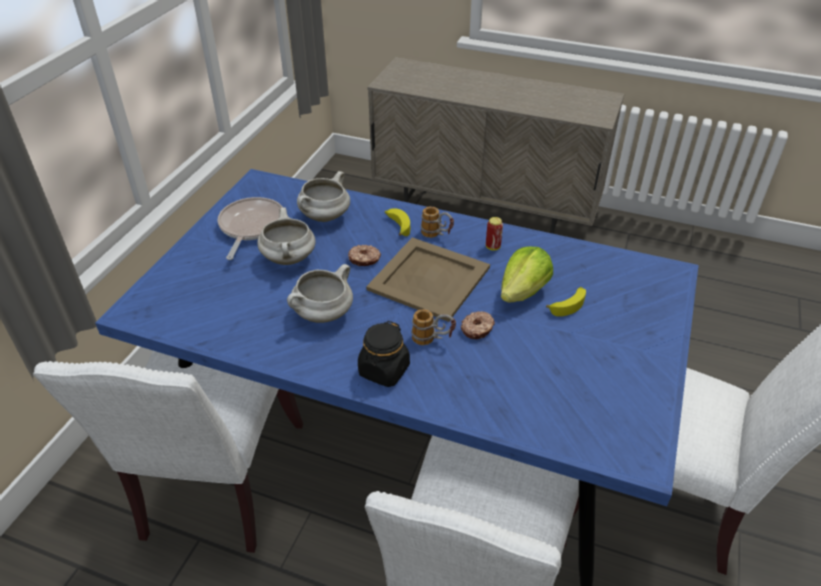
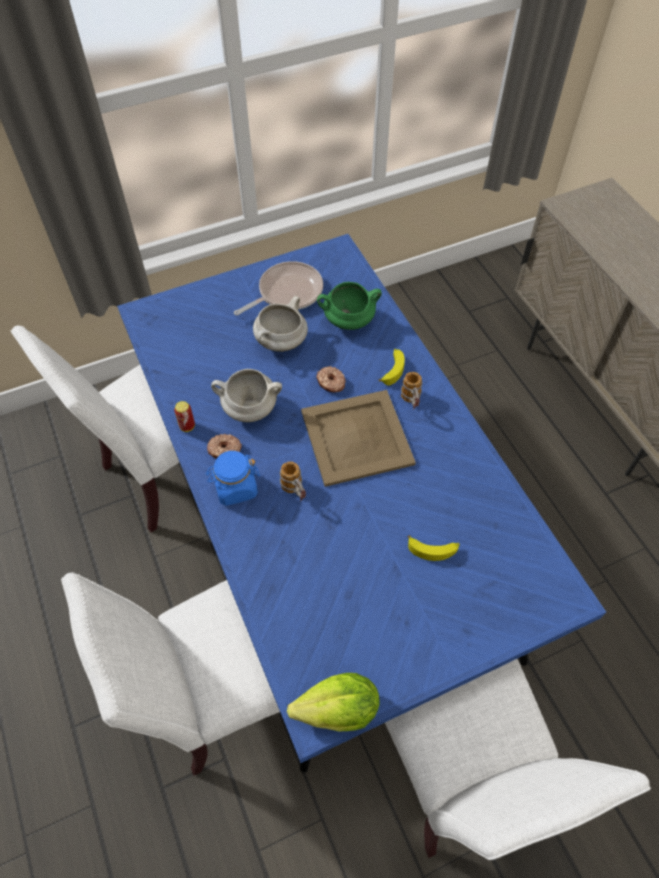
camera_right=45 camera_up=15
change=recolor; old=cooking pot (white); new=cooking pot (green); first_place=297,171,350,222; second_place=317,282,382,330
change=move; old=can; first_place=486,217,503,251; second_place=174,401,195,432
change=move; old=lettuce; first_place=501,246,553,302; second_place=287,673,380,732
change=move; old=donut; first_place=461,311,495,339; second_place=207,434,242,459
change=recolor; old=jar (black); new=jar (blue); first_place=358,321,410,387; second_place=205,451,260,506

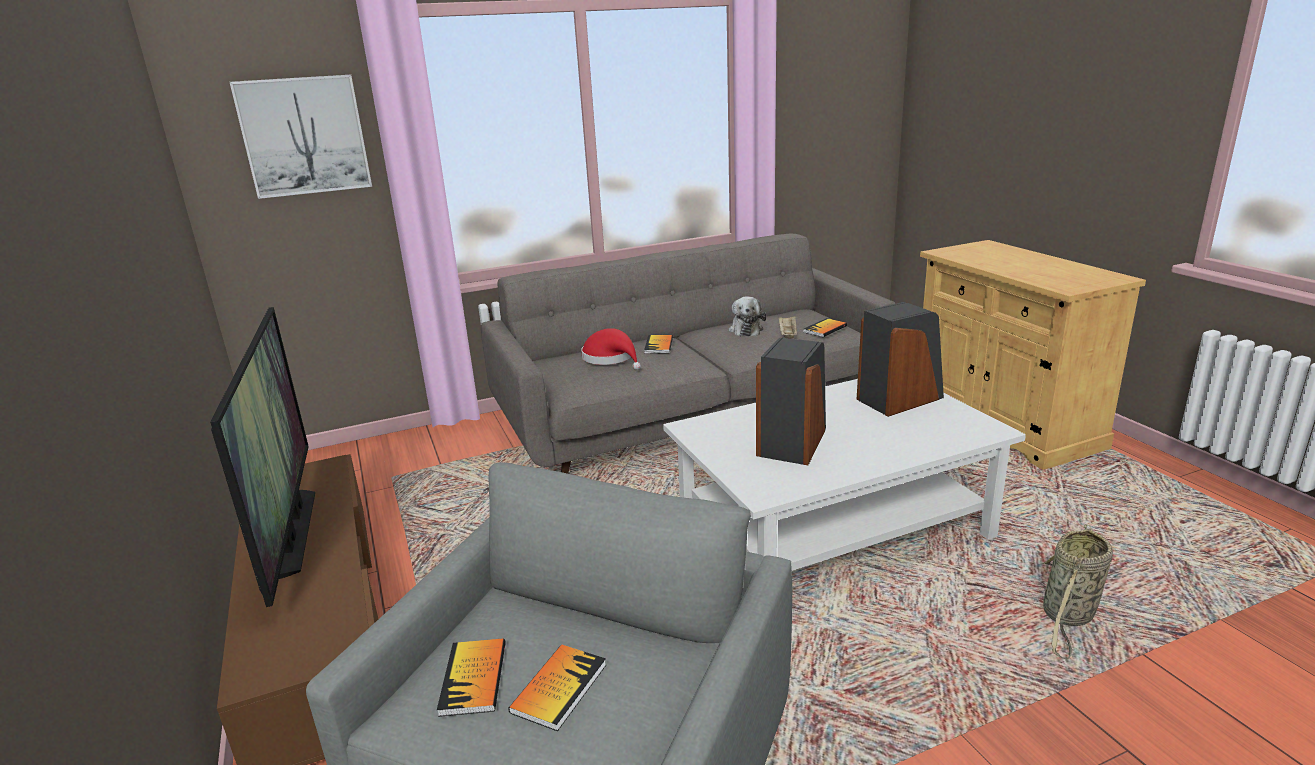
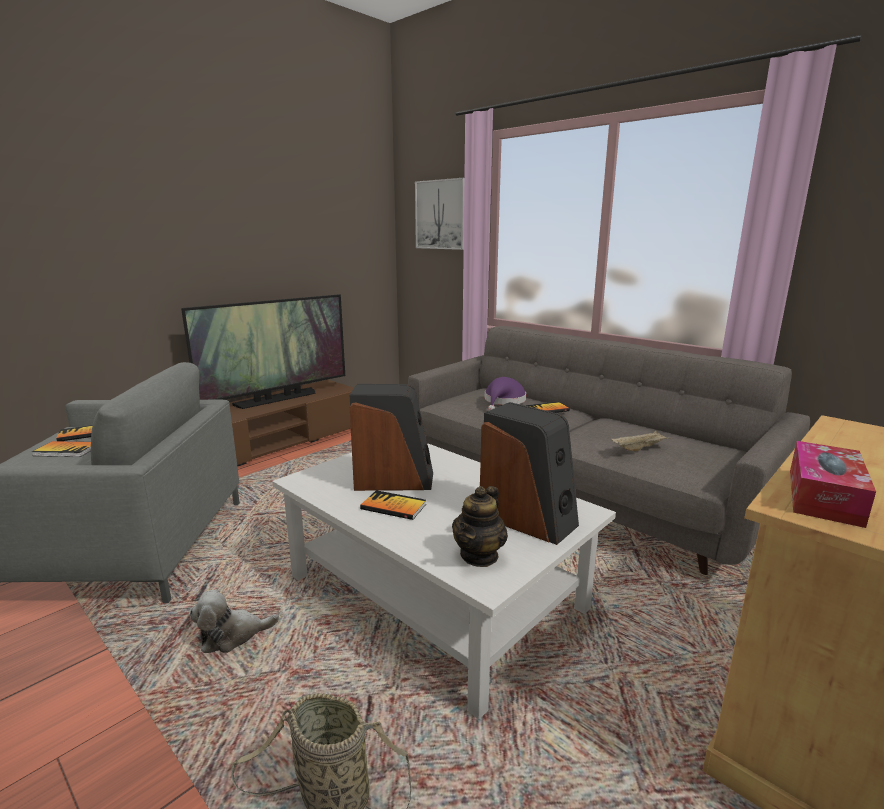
camera_right=65 camera_up=-5
change=move; old=plush toy; first_place=728,296,766,337; second_place=190,590,279,653
change=move; old=book; first_place=803,318,847,337; second_place=360,490,426,520
change=recolor; old=hat (red); new=hat (purple); first_place=581,328,641,370; second_place=485,377,526,411
change=insert; new=tissue box; second_place=790,441,876,528
change=insert; new=teapot; second_place=452,486,508,567

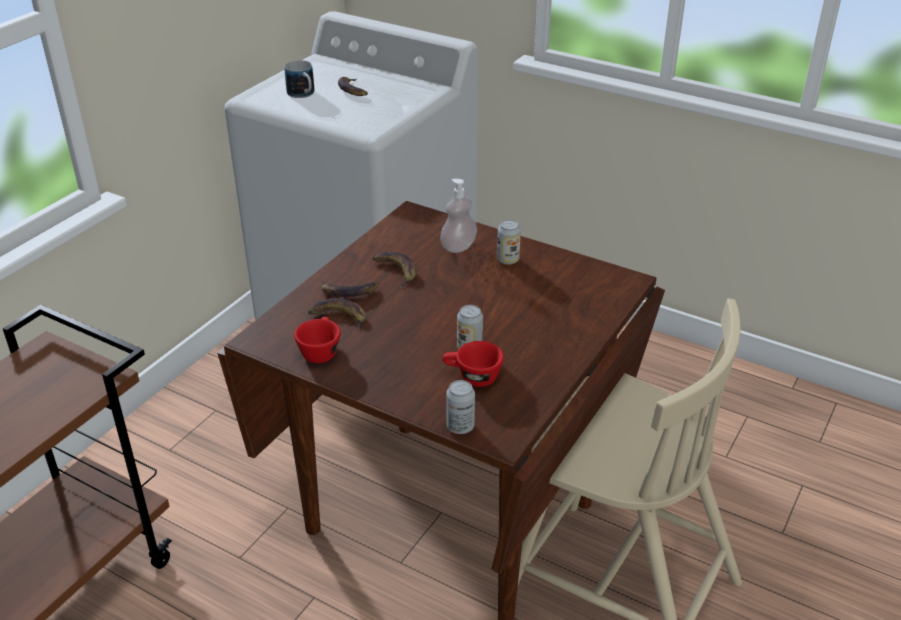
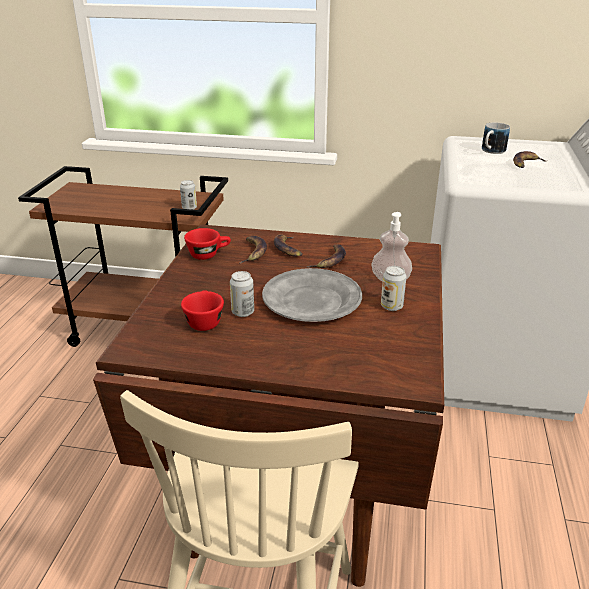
camera_right=70 camera_up=-5
change=move; old=can; first_place=446,380,475,434; second_place=180,180,197,210
change=insert; new=plate (grey); second_place=262,268,362,322

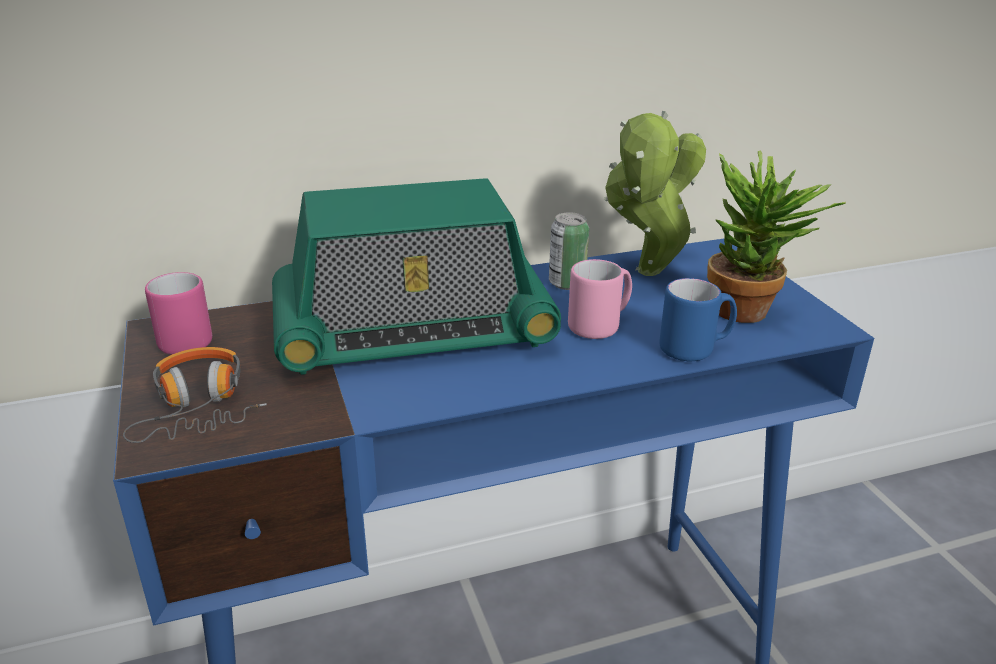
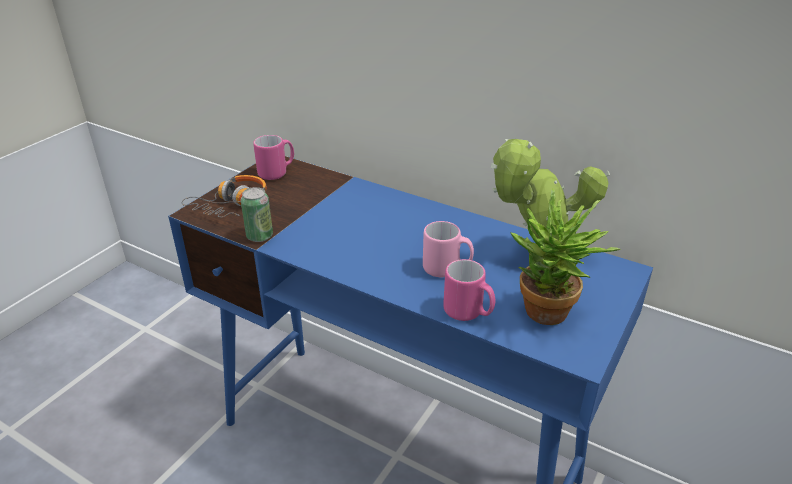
camera_right=50 camera_up=5
change=delete; old=radio; first_place=272,178,561,375
change=move; old=can; first_place=549,212,589,290; second_place=241,187,273,242
change=recolor; old=mug (blue); new=mug (pink); first_place=659,278,737,361; second_place=443,259,495,321

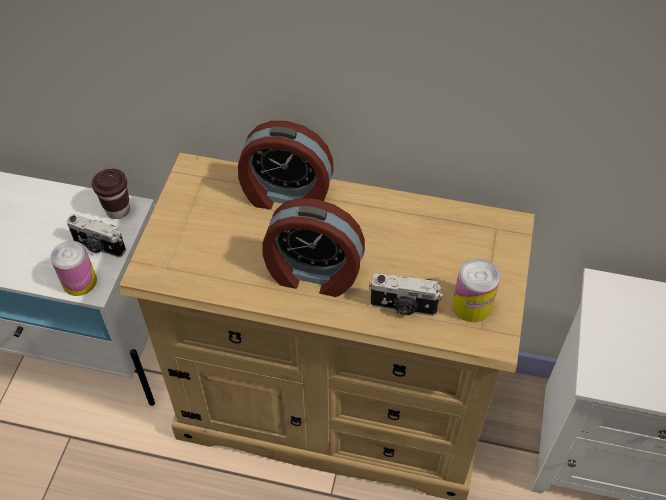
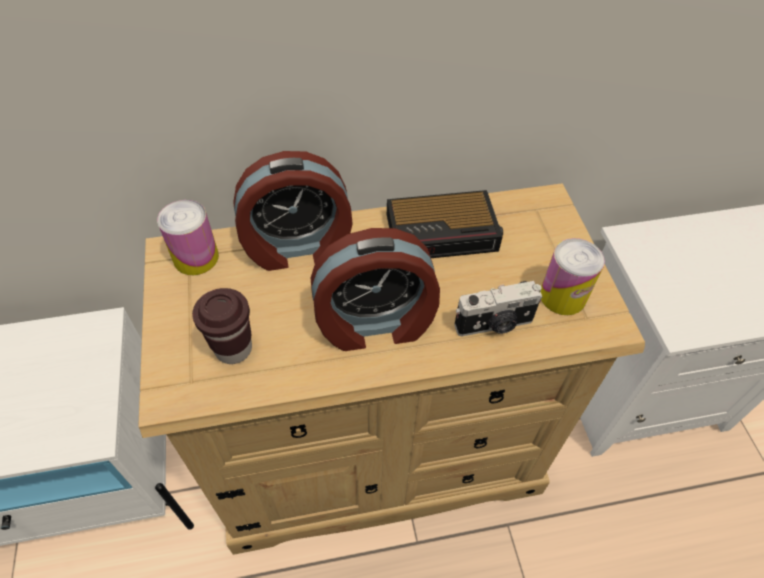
camera_right=-25 camera_up=0
change=move; old=cup (brown); first_place=92,168,130,219; second_place=192,288,252,364
change=delete; old=photo camera; first_place=66,214,126,258
change=move; old=can; first_place=50,241,97,296; second_place=157,200,219,275
change=insert; new=alarm clock; second_place=387,190,503,258

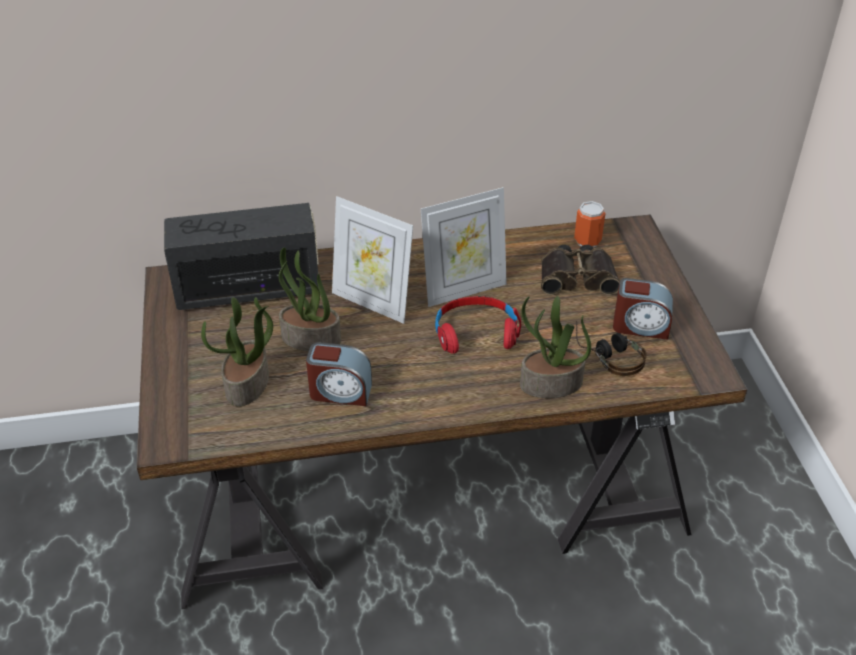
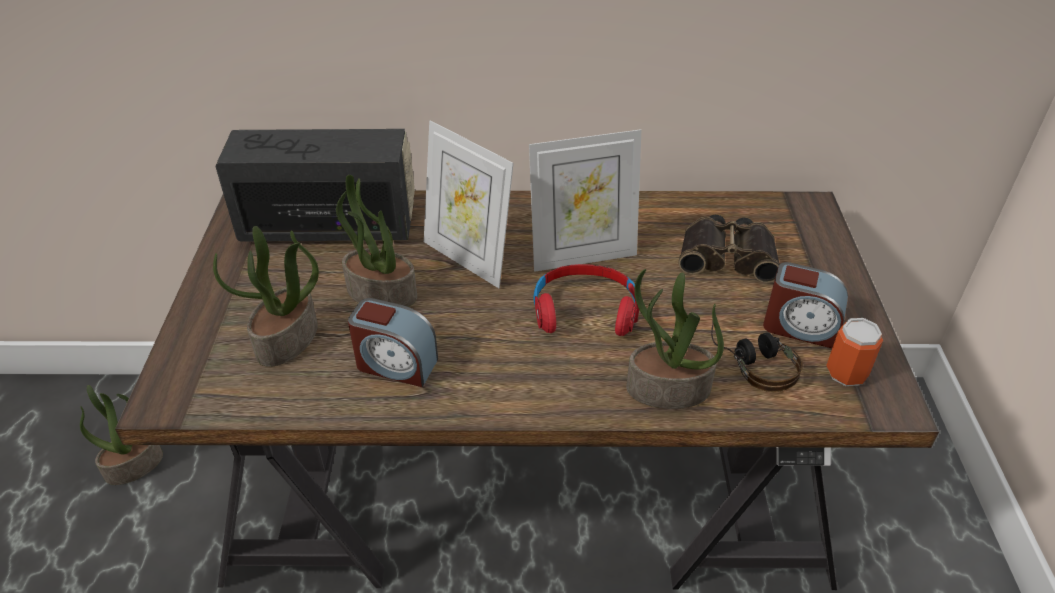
camera_right=10 camera_up=0
change=move; old=can; first_place=574,201,605,247; second_place=826,318,883,386
change=insert; new=potted plant; second_place=80,385,163,485

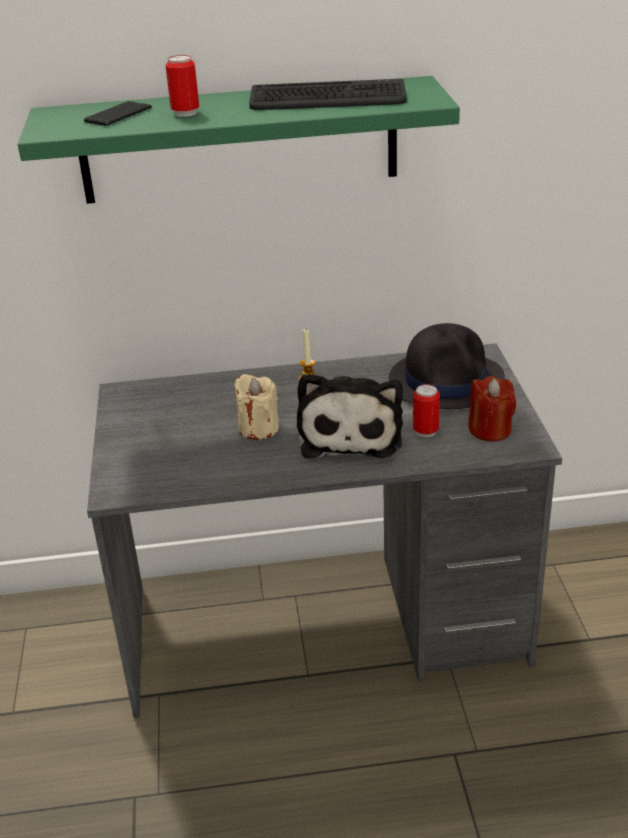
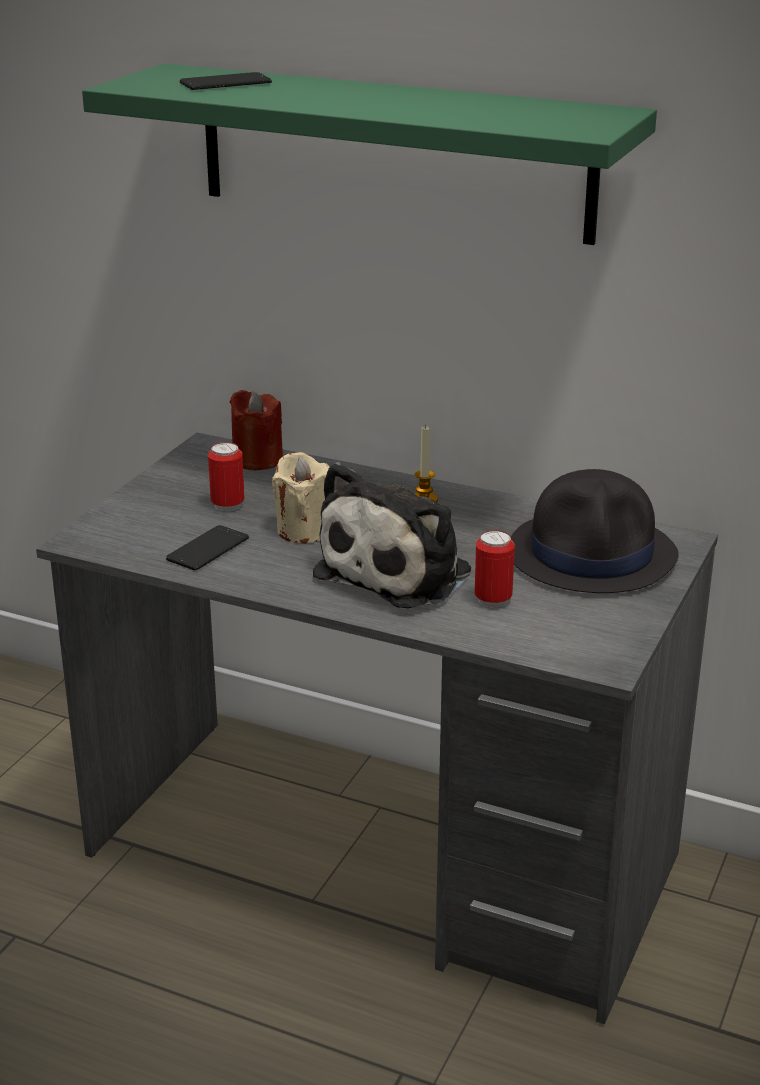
camera_right=30 camera_up=-5
change=move; old=can; first_place=166,55,199,117; second_place=208,442,245,512
change=delete; old=keyboard; first_place=249,79,406,110
change=move; old=candle (red); first_place=468,376,516,441; second_place=230,390,283,470
change=insert; new=phone; second_place=166,525,249,571

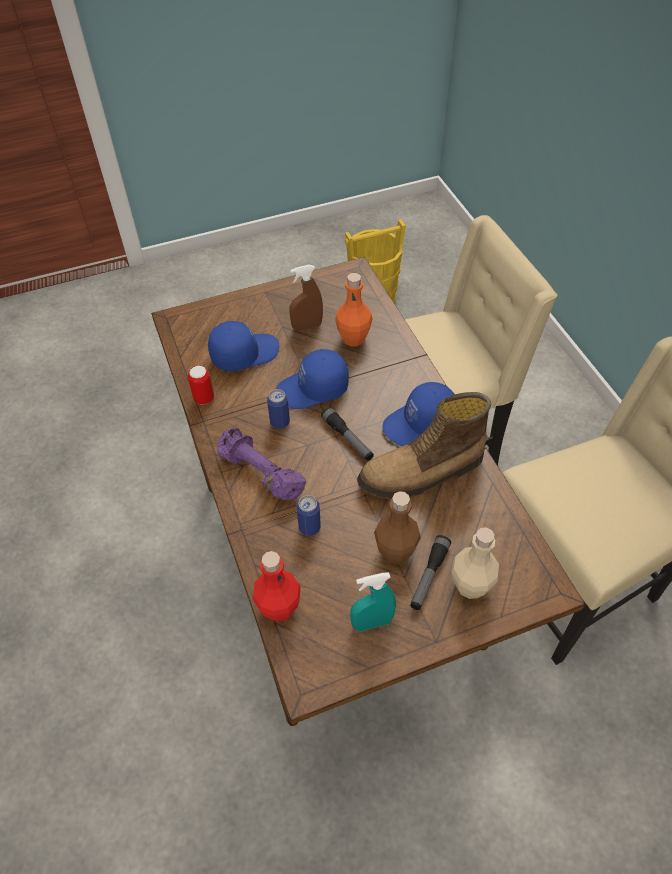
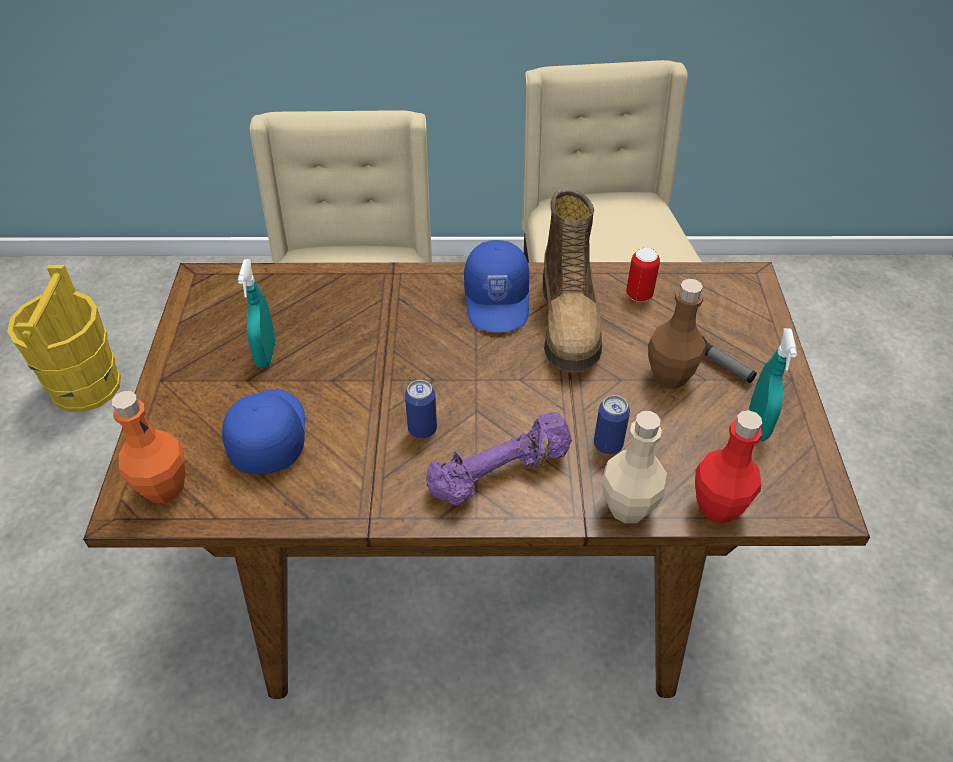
camera_right=-70 camera_up=-5
change=recolor; old=spray bottle (brown); new=spray bottle (turquoise); first_place=289,265,323,331; second_place=238,259,276,368
change=move; old=bottle (orange); first_place=335,273,372,346; second_place=112,391,185,503
change=delete; old=cap (blue); first_place=276,349,349,409
change=move; old=can; first_place=188,366,214,405; second_place=626,248,660,302
change=delete; old=flashlight; first_place=321,407,374,461
change=move; old=bottle (beige); first_place=451,527,499,599; second_place=602,411,667,523

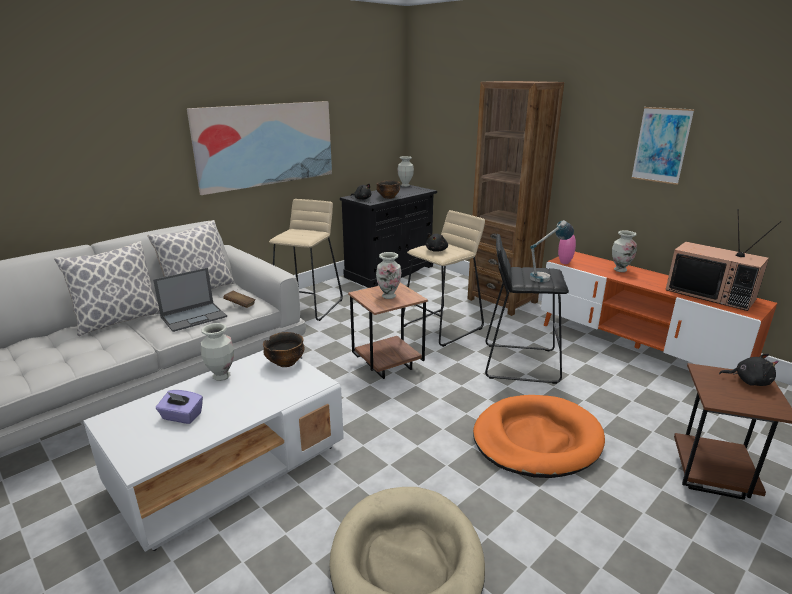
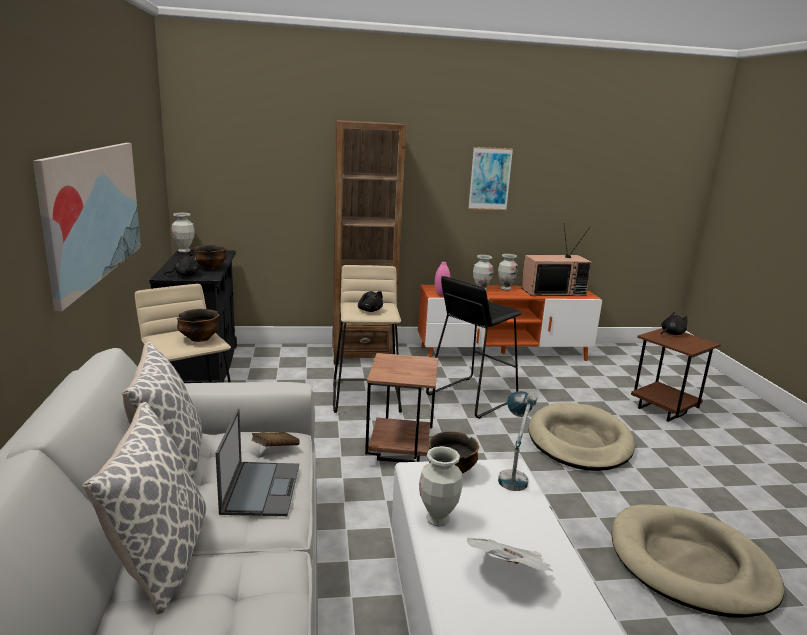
camera_right=-55 camera_up=-5
change=move; old=table lamp; first_place=530,220,574,282; second_place=498,391,537,491
change=move; old=vase; first_place=376,252,401,299; second_place=498,254,518,290
change=replace; old=tissue box (purple); new=newspaper; first_place=156,390,203,424; second_place=467,538,553,571
change=recolor; old=dog bed (orange); new=dog bed (beige); first_place=473,395,605,478; second_place=529,403,635,471
change=insert; new=bowl; second_place=177,309,220,342

